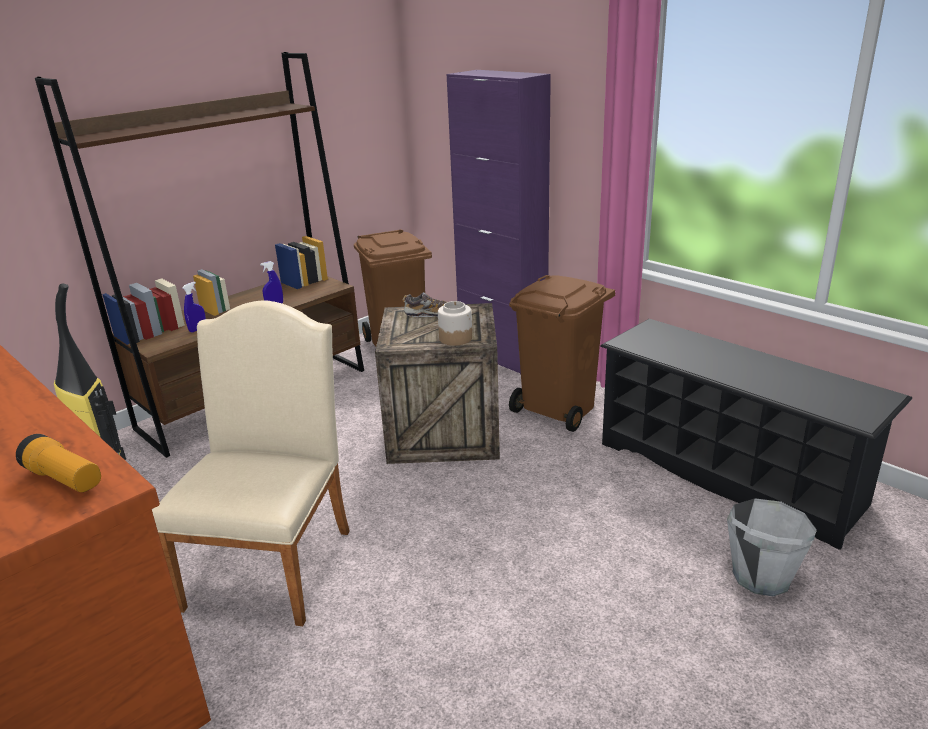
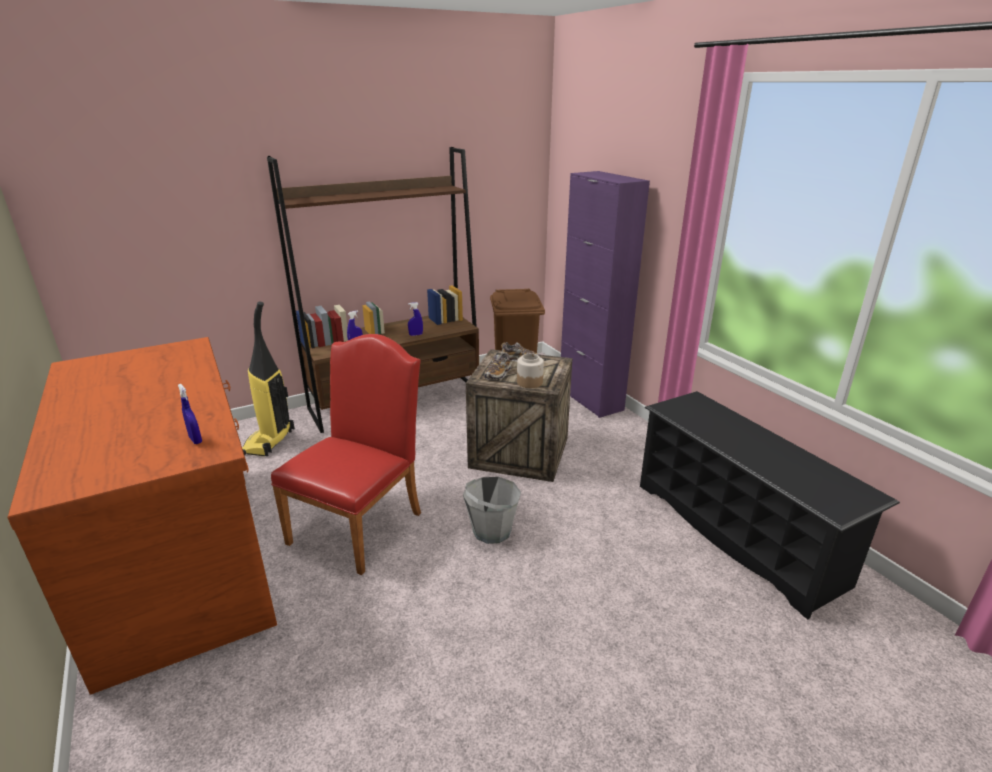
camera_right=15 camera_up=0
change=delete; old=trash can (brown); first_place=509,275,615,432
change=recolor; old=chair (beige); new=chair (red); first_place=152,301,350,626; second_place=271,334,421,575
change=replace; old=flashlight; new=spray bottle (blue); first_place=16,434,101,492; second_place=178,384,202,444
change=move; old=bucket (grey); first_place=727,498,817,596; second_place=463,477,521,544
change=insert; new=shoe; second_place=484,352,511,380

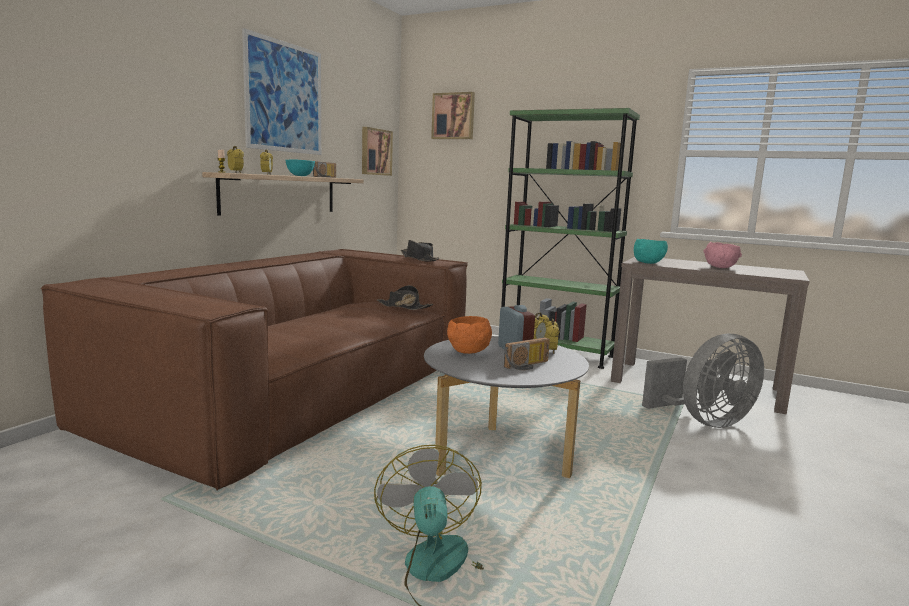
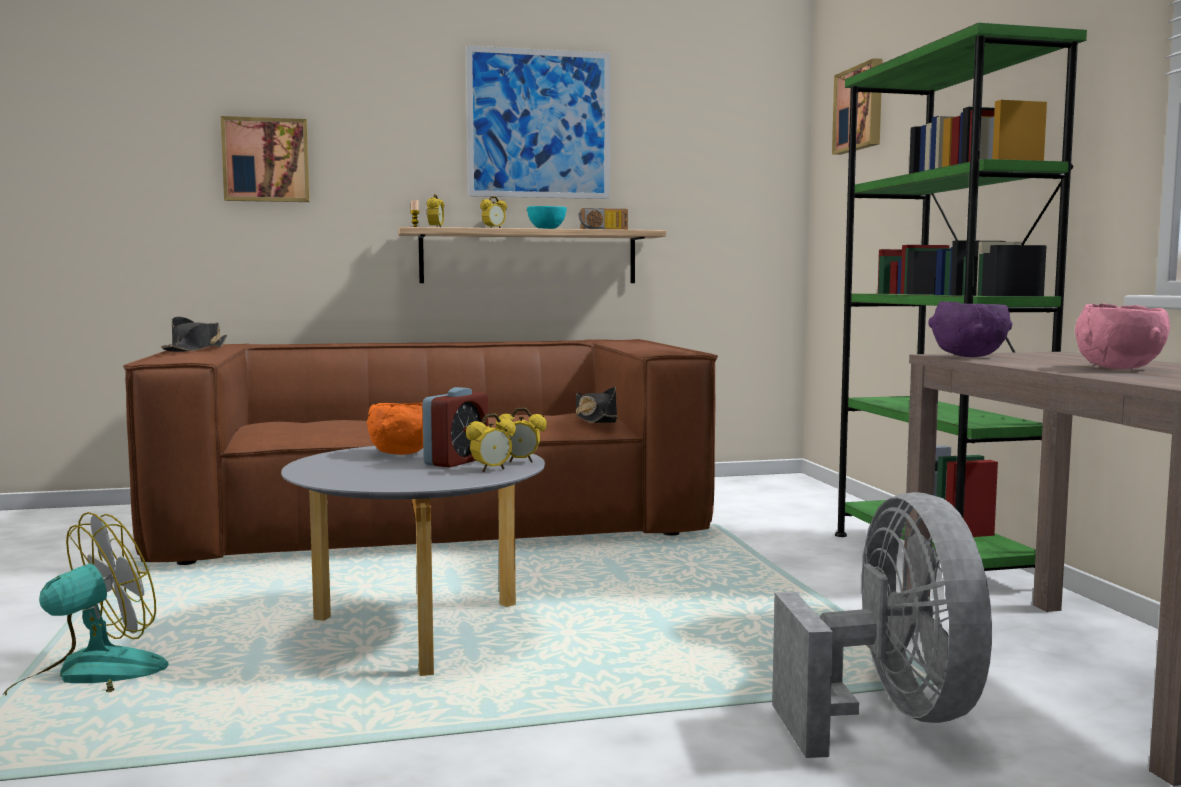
camera_right=50 camera_up=-5
change=move; old=picture; first_place=362,127,393,176; second_place=221,116,310,202
change=recolor; old=bowl (turquoise); new=bowl (purple); first_place=634,239,668,264; second_place=928,301,1012,357
change=move; old=hat (black); first_place=401,240,440,262; second_place=161,316,227,352
change=rotate; old=fan (grey); first_place=642,334,764,428; second_place=772,492,992,758; degrees=-120
change=delete; old=radio; first_place=504,337,550,370

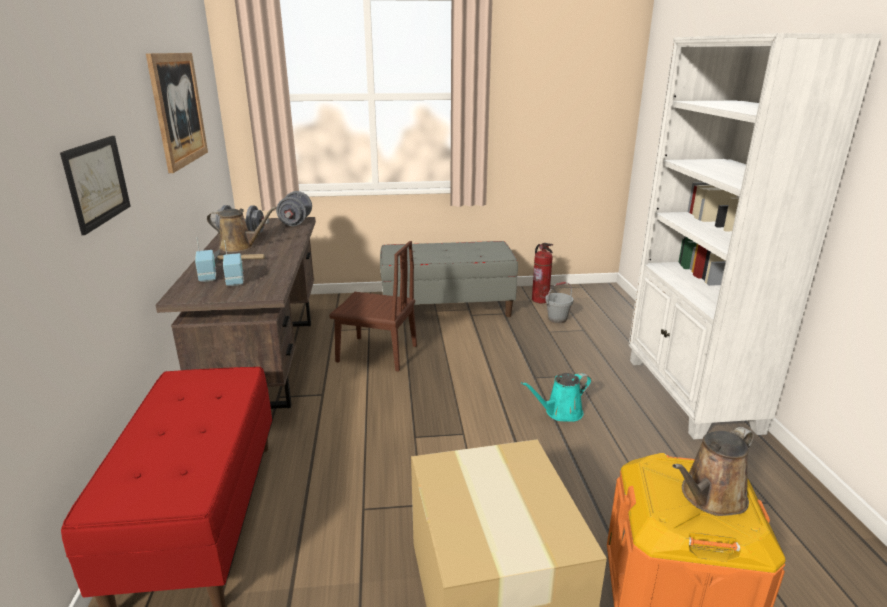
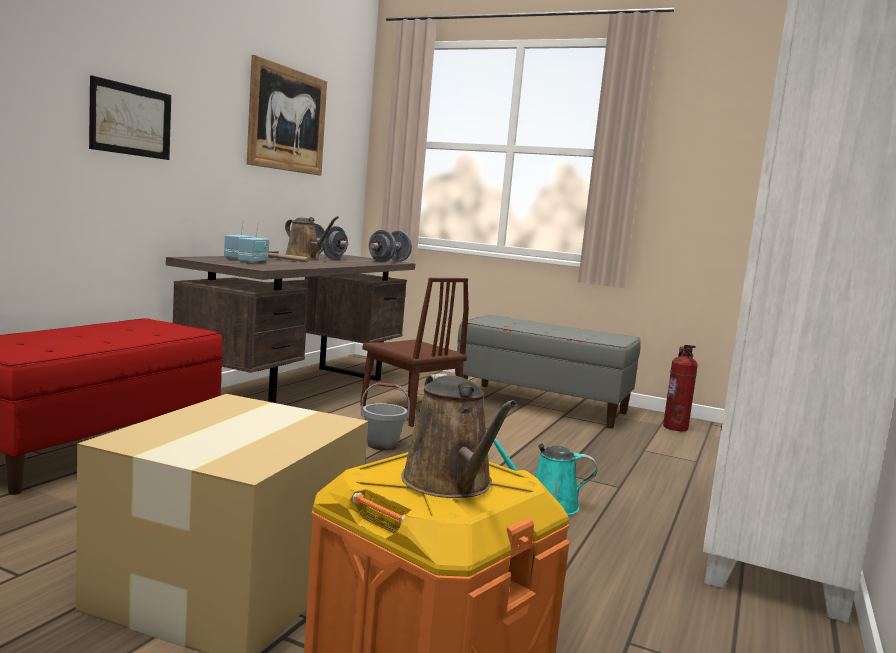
camera_right=30 camera_up=-15
change=move; old=bucket (grey); first_place=545,282,574,323; second_place=361,382,410,450
change=rotate; old=watering can (brown); first_place=672,427,754,516; second_place=401,374,517,498; degrees=-105

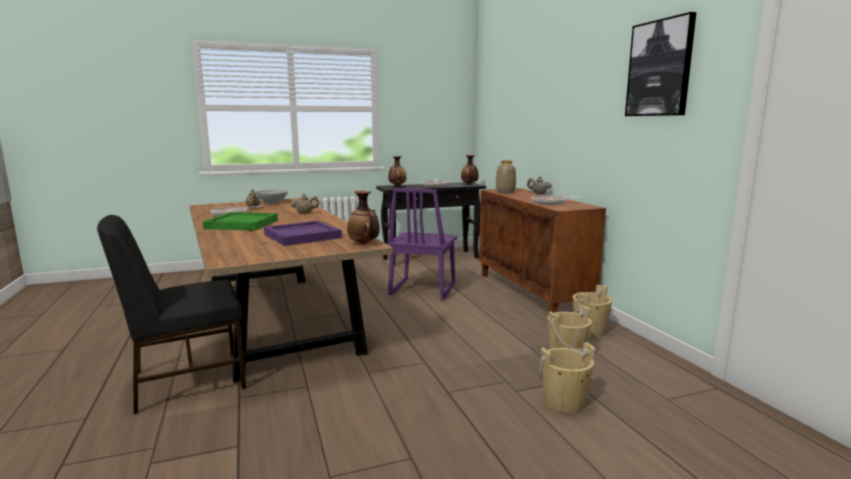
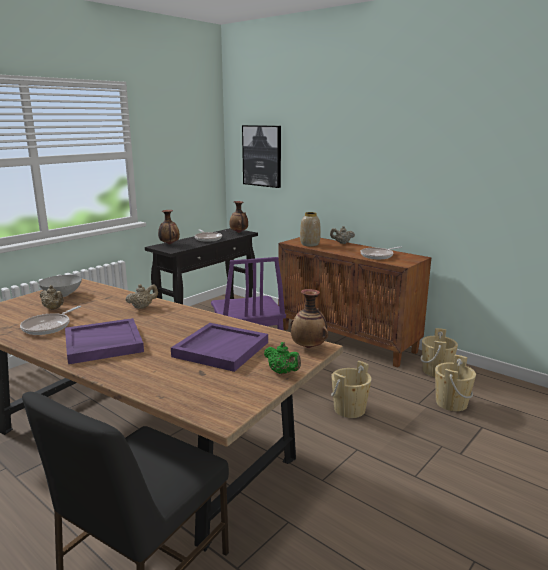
camera_right=-30 camera_up=5
change=move; old=picture; first_place=625,12,696,116; second_place=242,125,281,188
change=recolor; old=tray (green); new=tray (purple); first_place=203,212,278,231; second_place=65,318,144,364
change=move; old=bucket (beige); first_place=539,342,595,413; second_place=331,361,372,418
change=insert; new=teapot (green); second_place=264,342,301,374

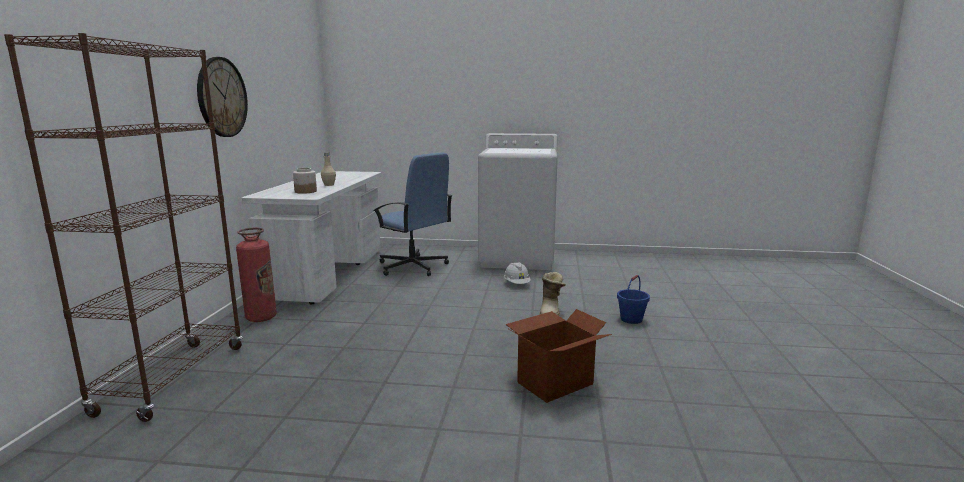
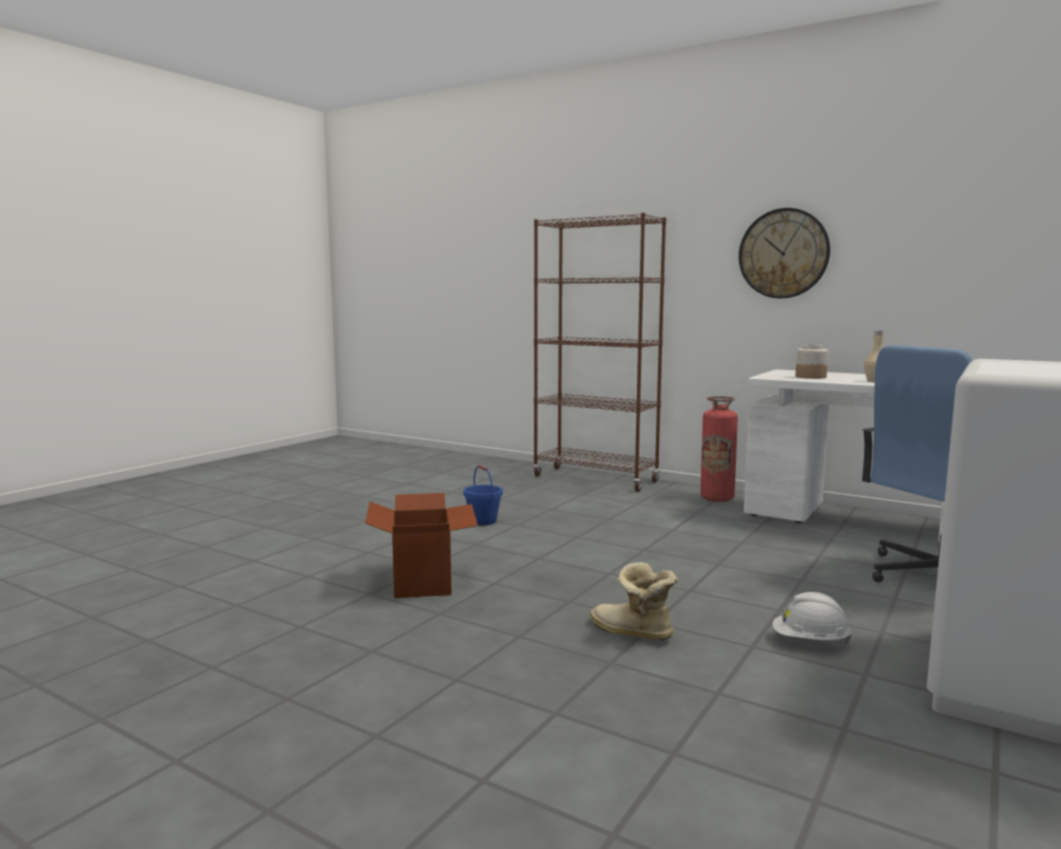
camera_right=115 camera_up=-5
change=move; old=bucket (blue); first_place=617,275,650,324; second_place=463,465,503,525

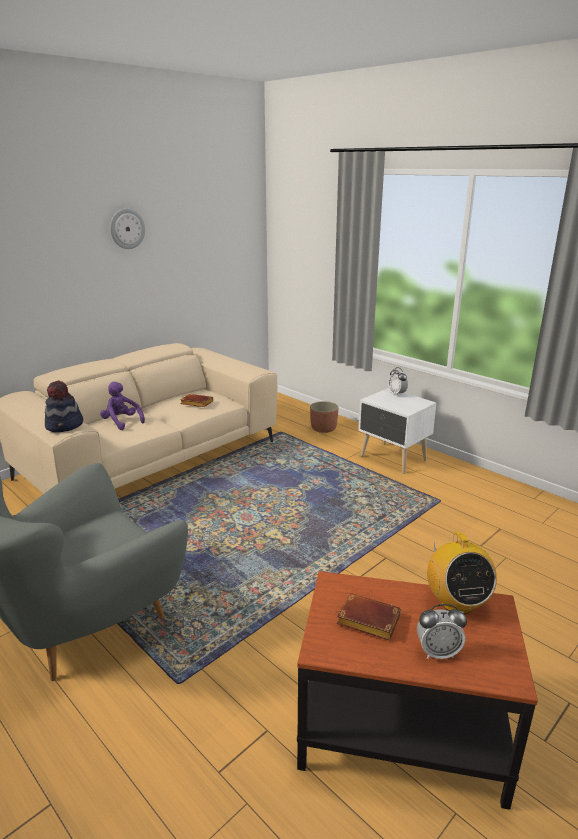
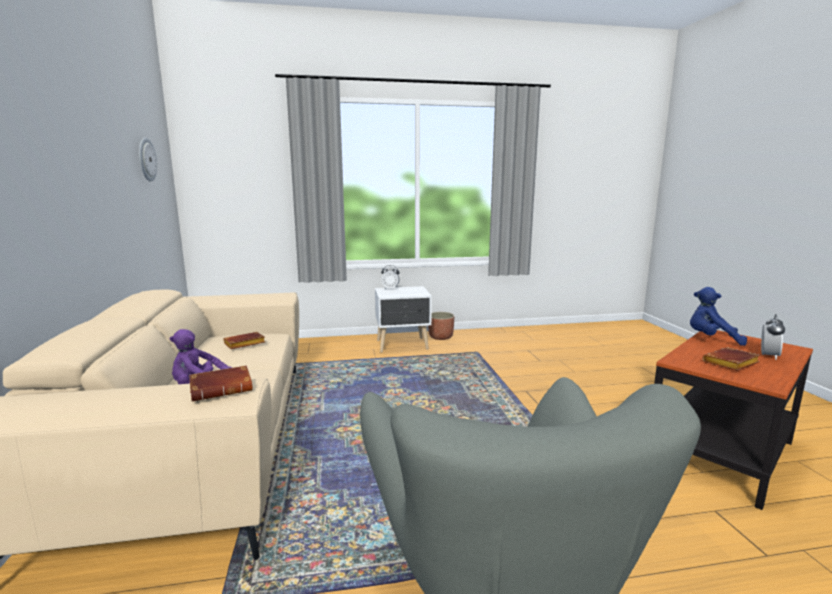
camera_right=-55 camera_up=-10
change=move; old=wall clock; first_place=110,208,145,249; second_place=139,138,157,182
change=replace; old=hat; new=book (brown); first_place=45,380,83,432; second_place=189,365,253,402
change=move; old=planter; first_place=310,401,339,433; second_place=428,312,454,340
change=replace; old=radio; new=plush toy (blue); first_place=427,532,497,614; second_place=690,287,747,346

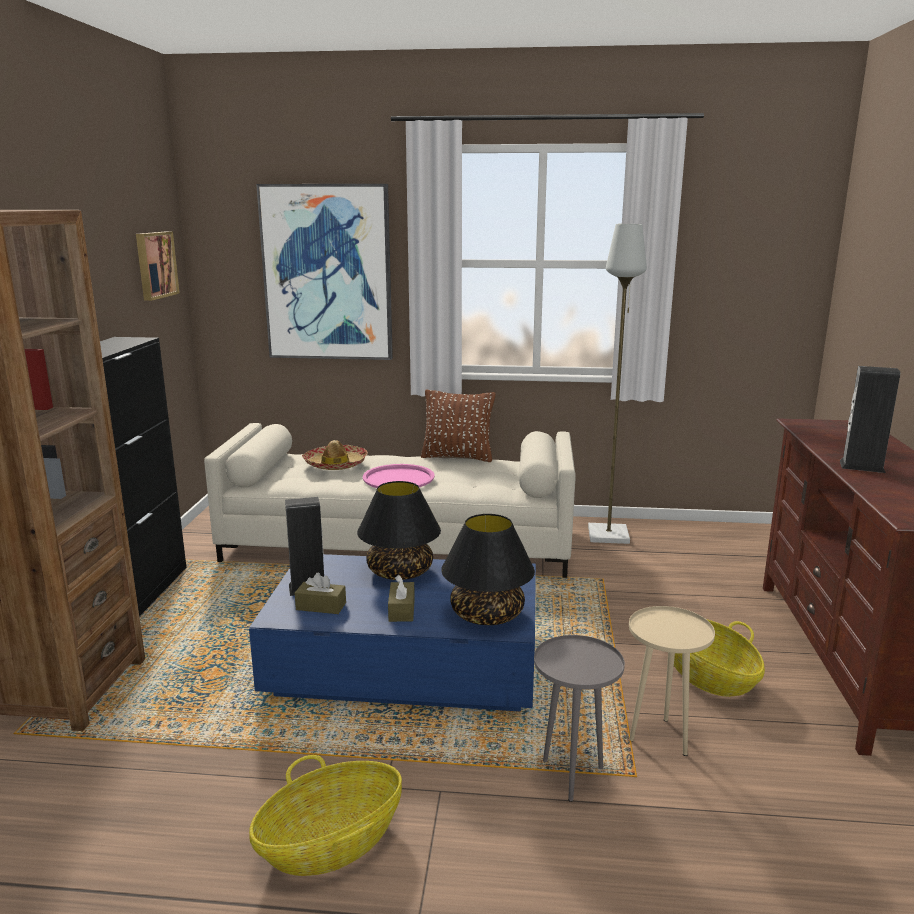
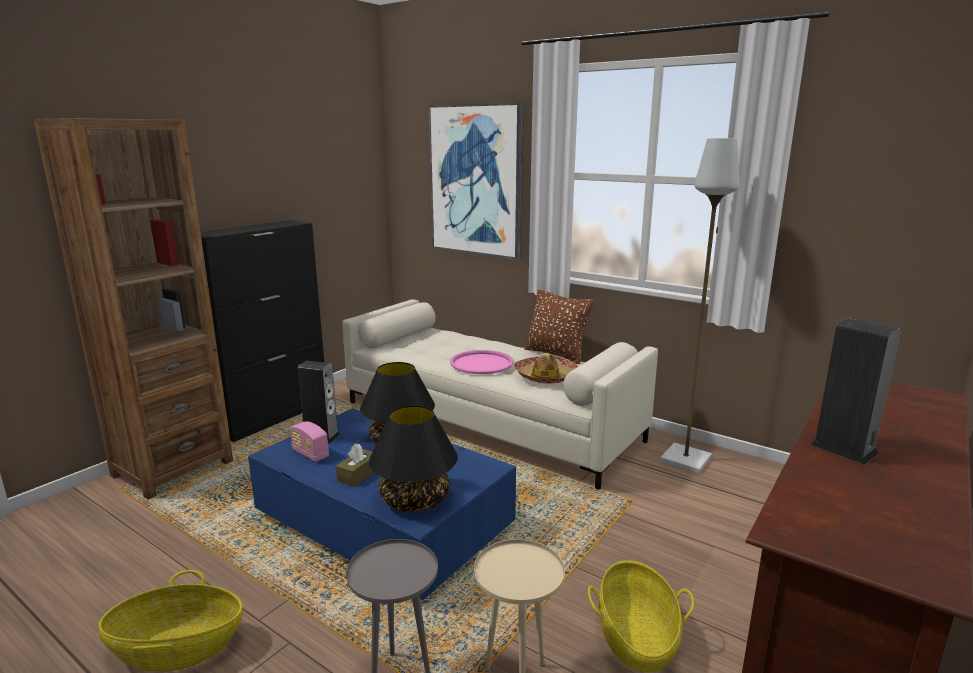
camera_right=30 camera_up=0
change=delete; old=picture; first_place=136,231,180,301
change=move; old=hat; first_place=302,440,368,470; second_place=514,353,578,384
change=replace; old=tissue box (brown); new=radio; first_place=295,572,346,614; second_place=290,421,329,462

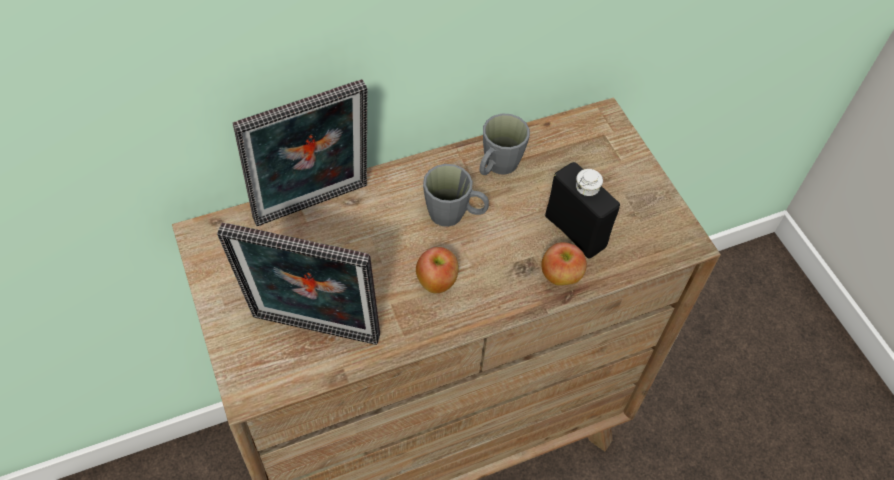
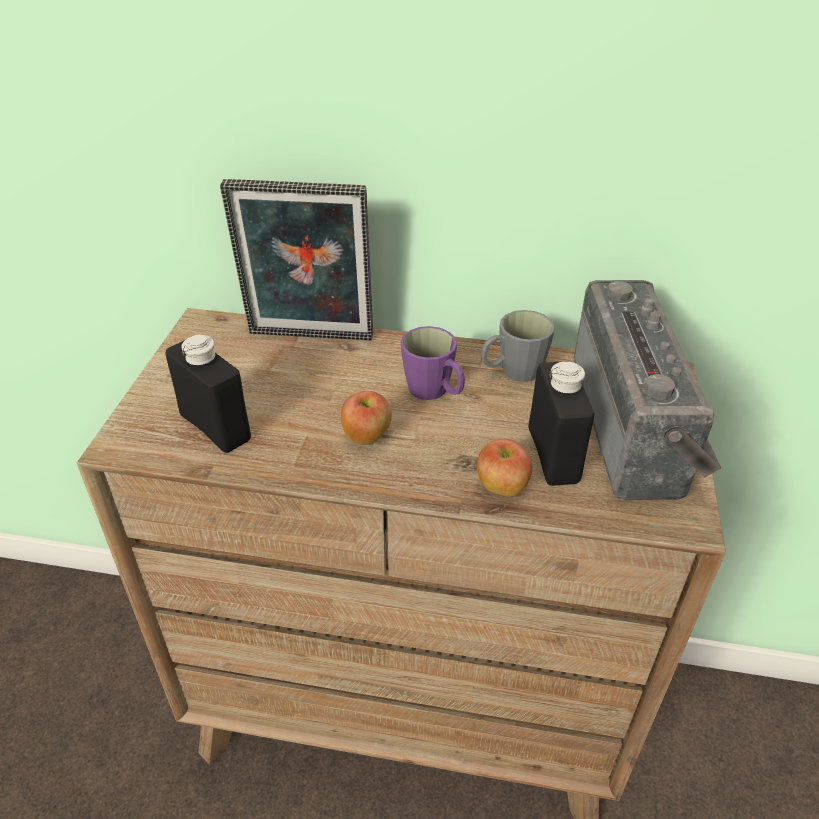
camera_right=35 camera_up=-15
change=recolor; old=mug (grey); new=mug (purple); first_place=423,164,489,227; second_place=401,326,465,400
change=replace; old=picture frame; new=bottle (black); first_place=217,222,380,345; second_place=165,335,251,453
change=insert; new=radio; second_place=573,280,721,500

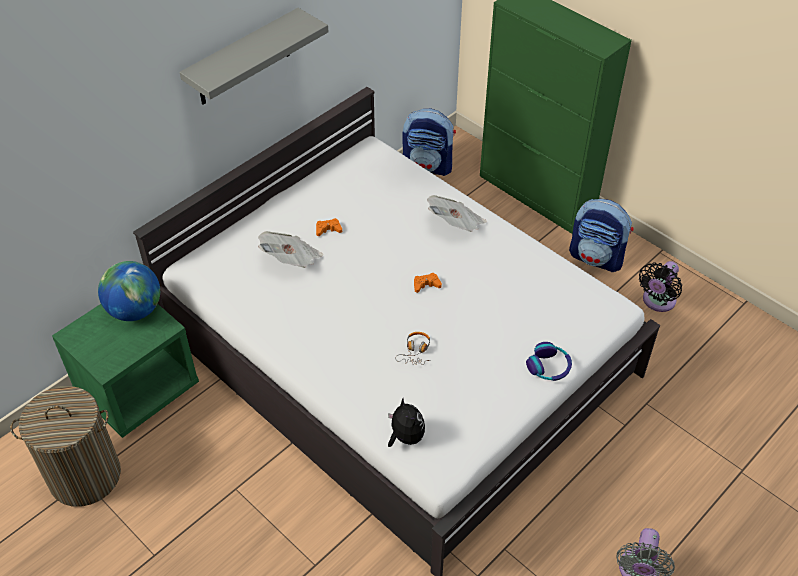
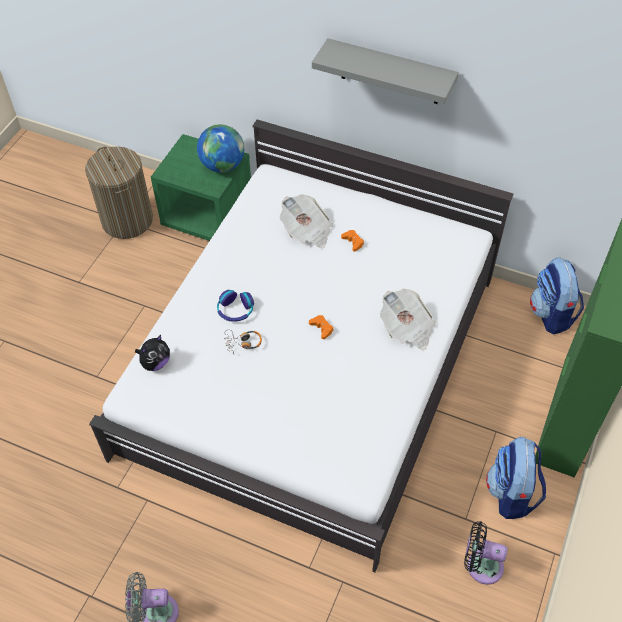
camera_right=70 camera_up=5
change=move; old=headphones; first_place=526,342,572,381; second_place=217,290,254,322

